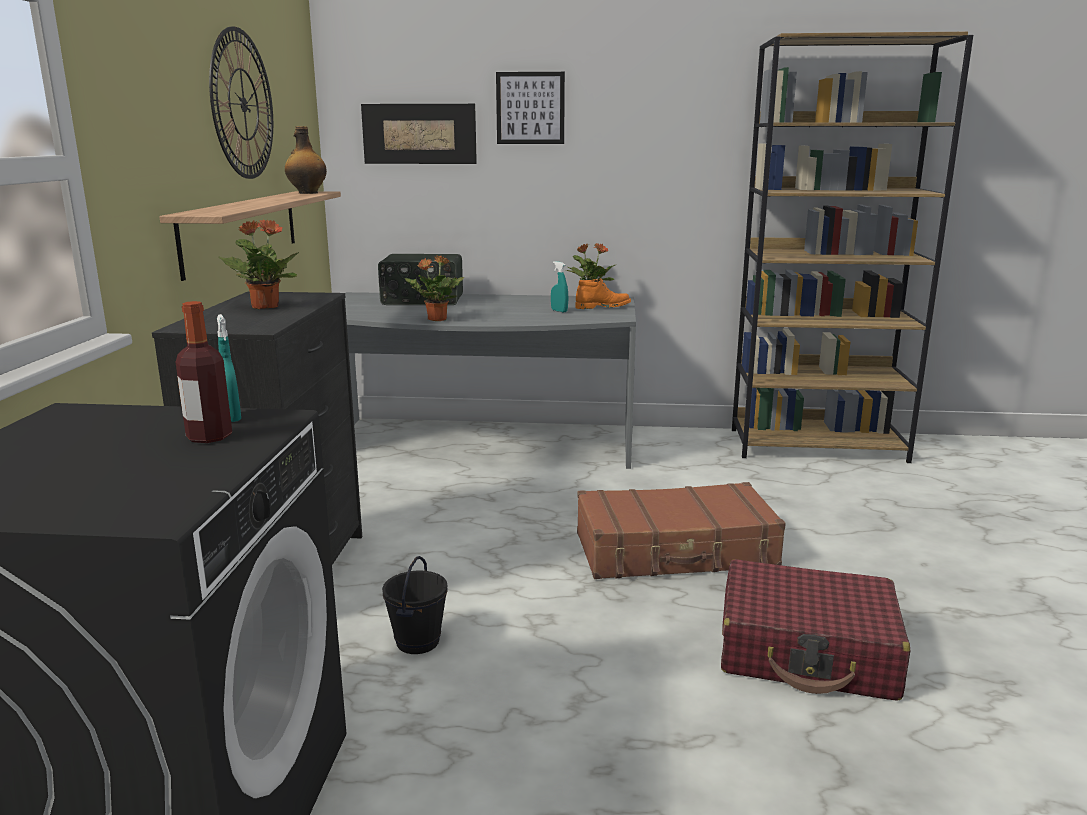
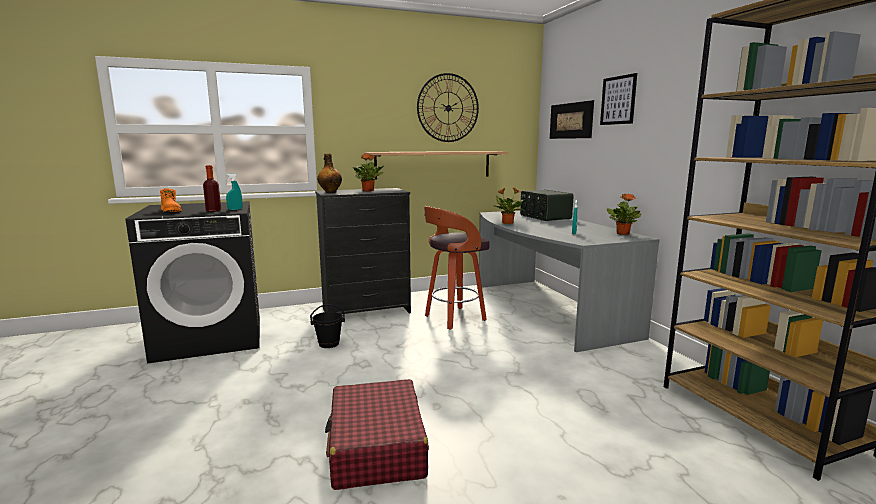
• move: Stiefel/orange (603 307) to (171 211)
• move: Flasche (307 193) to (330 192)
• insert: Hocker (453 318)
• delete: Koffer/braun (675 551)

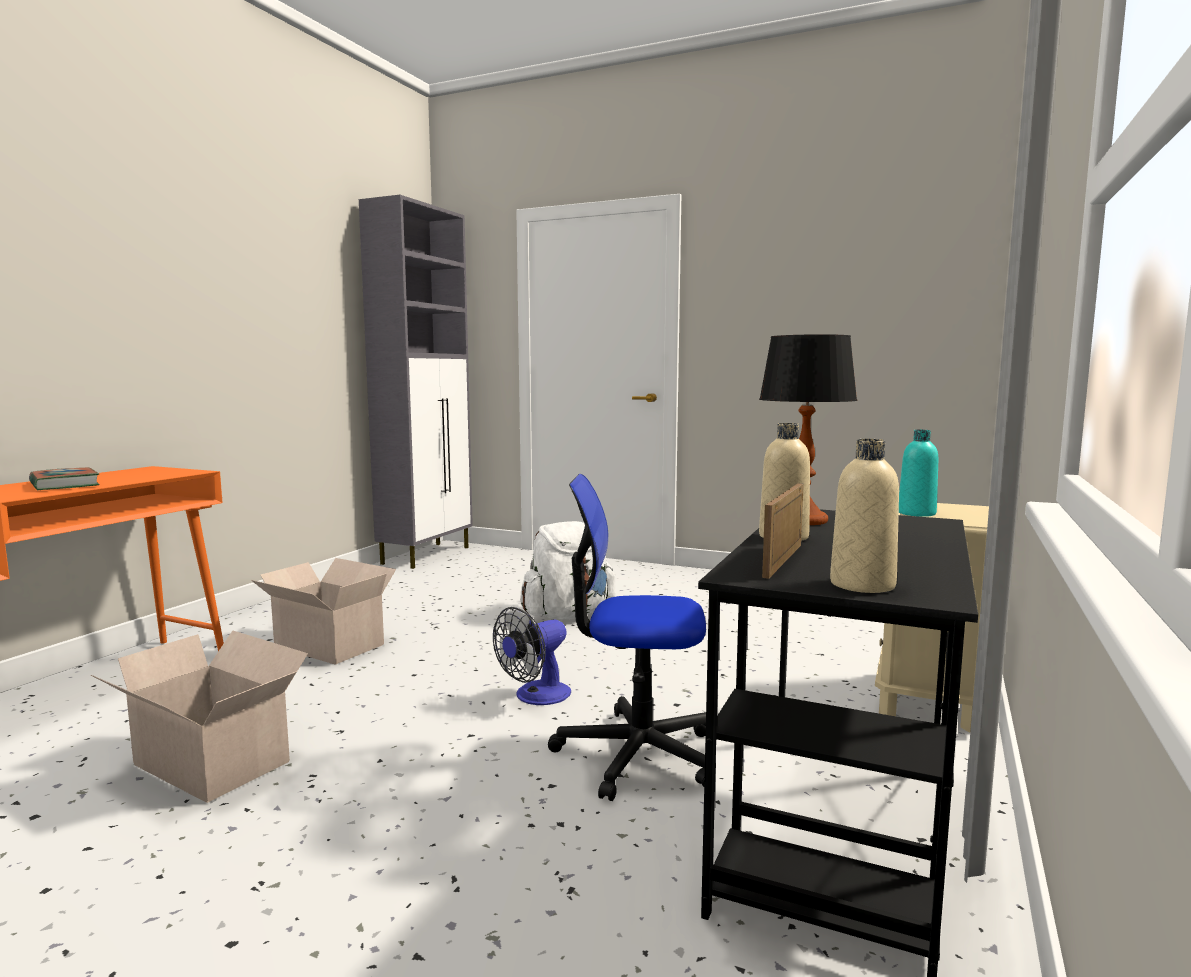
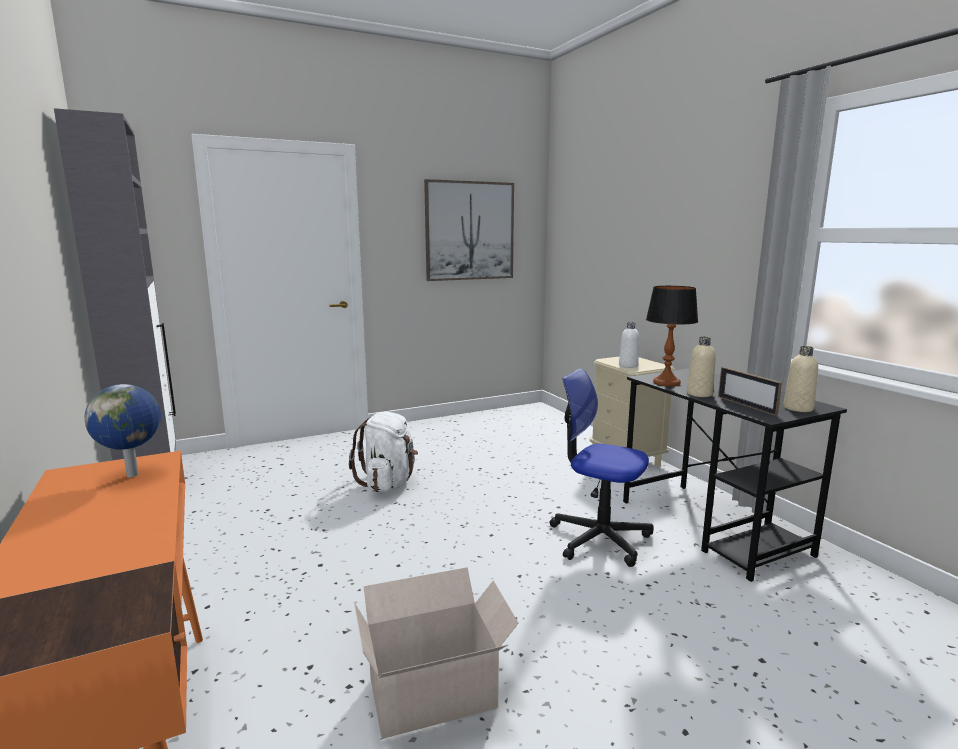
• insert: Globus (134 474)
• insert: Bild (469 231)
• rotate: Bürostuhl (636 754) = (599 538) 75 degrees clockwise
• recolor: Flasche/türkis (916 513) to Flasche/weiß (628 366)
• delete: Buch (64 484)
• delete: Karton (327 645)
• delete: Ventilator (535 696)

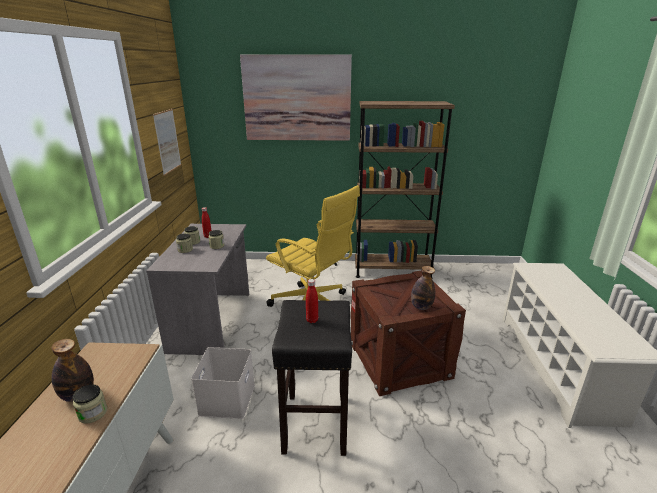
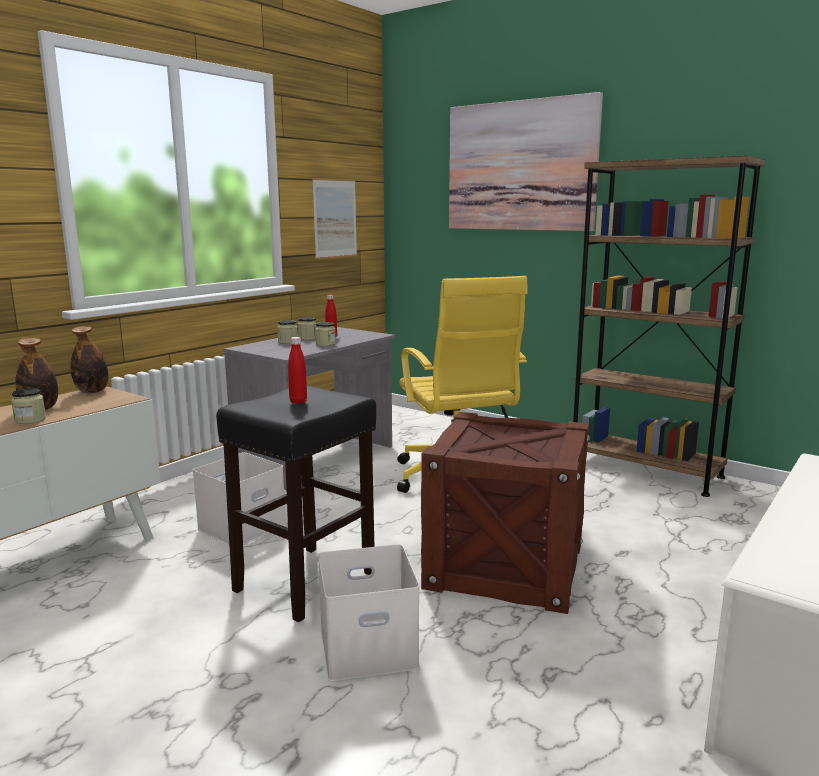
• move: Flasche (421 307) to (92 391)
• insert: Aufbewahrungsbox/weiß (369 646)

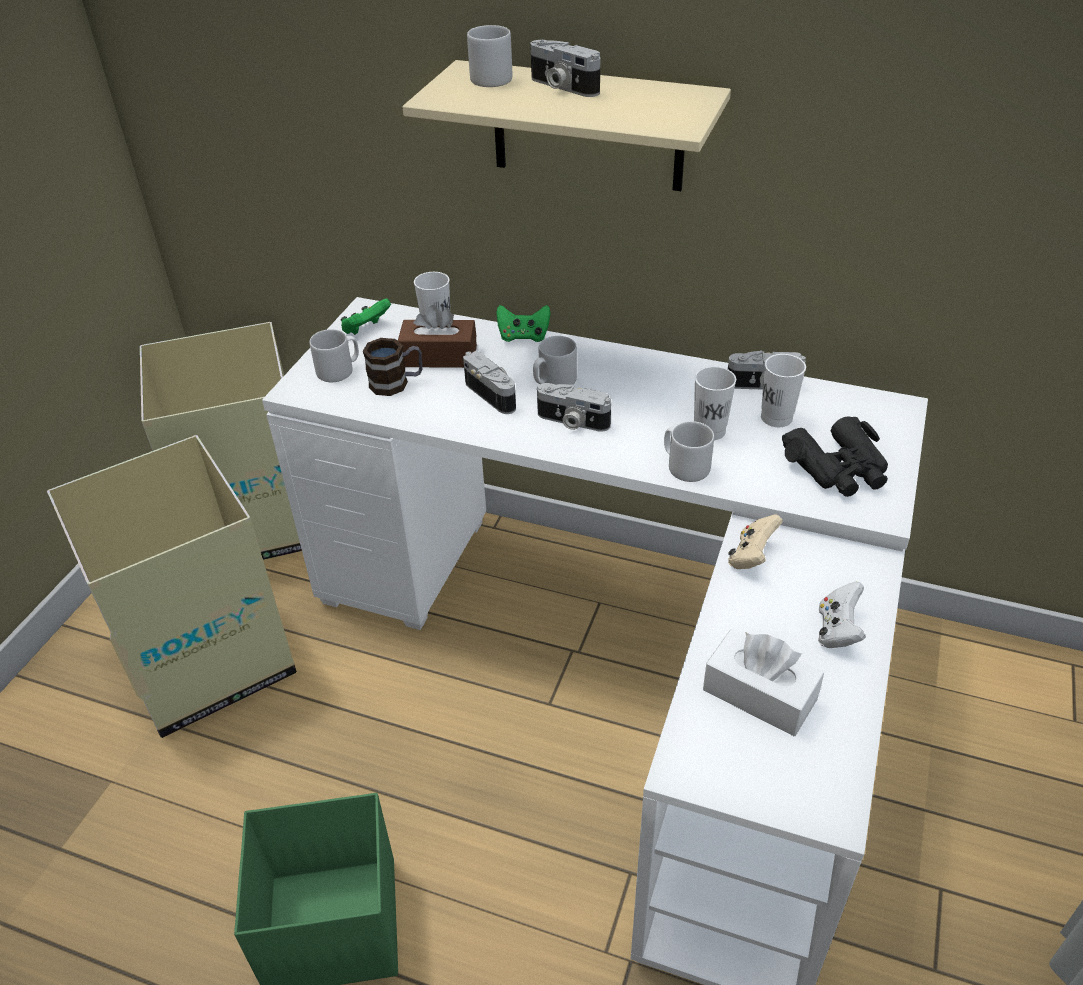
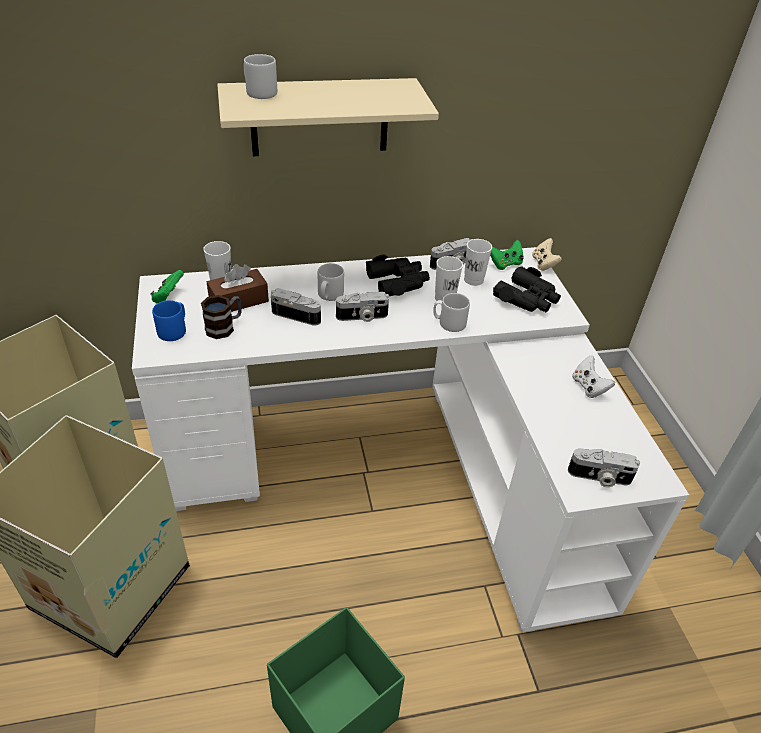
• recolor: Henkelbecher/grau (339 370) to Henkelbecher/blau (174 330)
• insert: Fernglas/schwarz (398 282)
• move: Gamepad/grün (523 336) to (505 264)
• move: Gamepad/beige (751 557) to (543 264)
• move: Kamera (562 87) to (599 477)
• delete: Taschentuchbox/weiß (759 695)

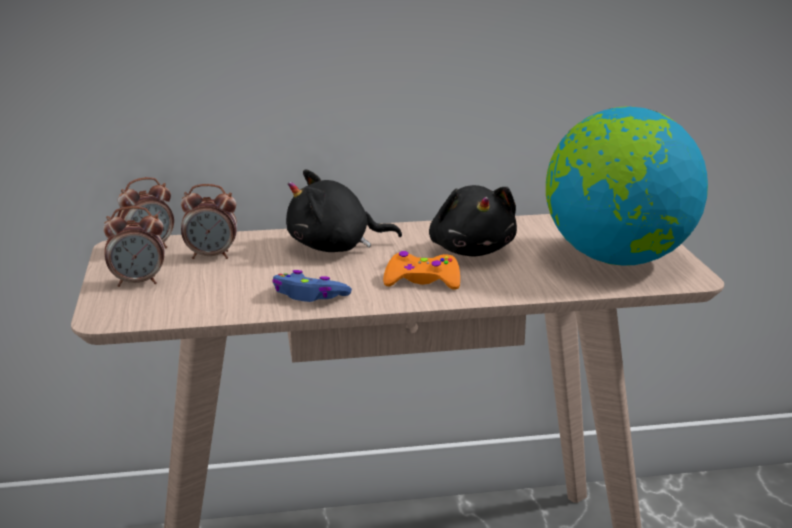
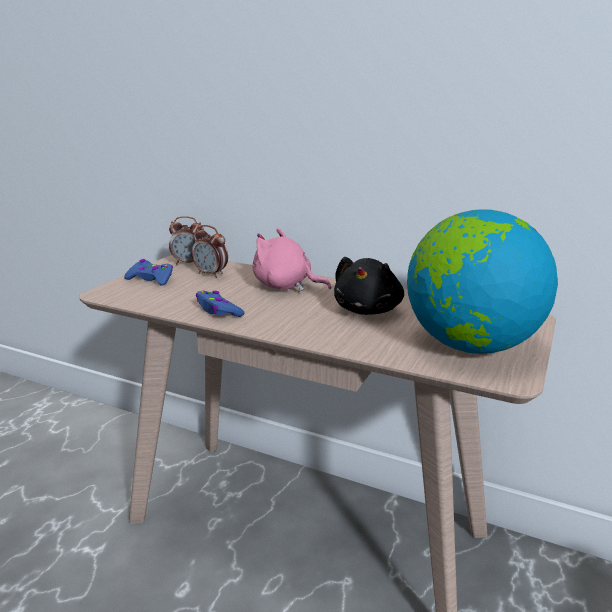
• replace: Wecker (138 282) to Gamepad/blau (151 279)
• recolor: Plüschtier/schwarz (335 247) to Plüschtier/rosa (285 286)
• delete: Gamepad/orange (422 281)

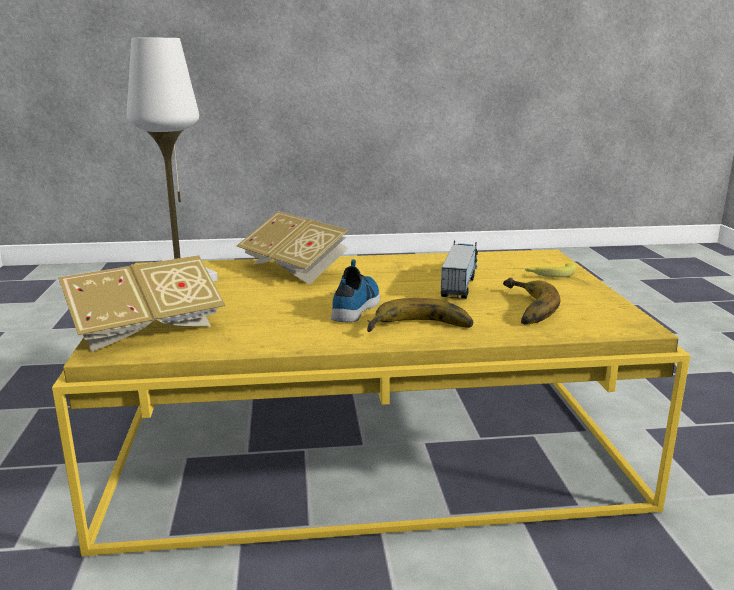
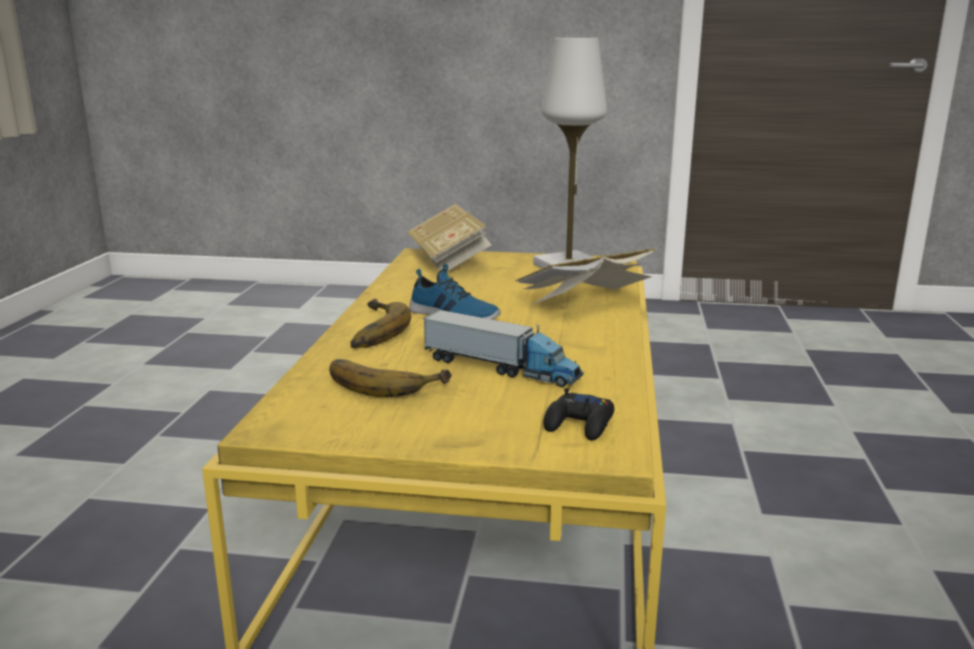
• insert: Gamepad/schwarz (580 424)
• delete: Banane (549 274)

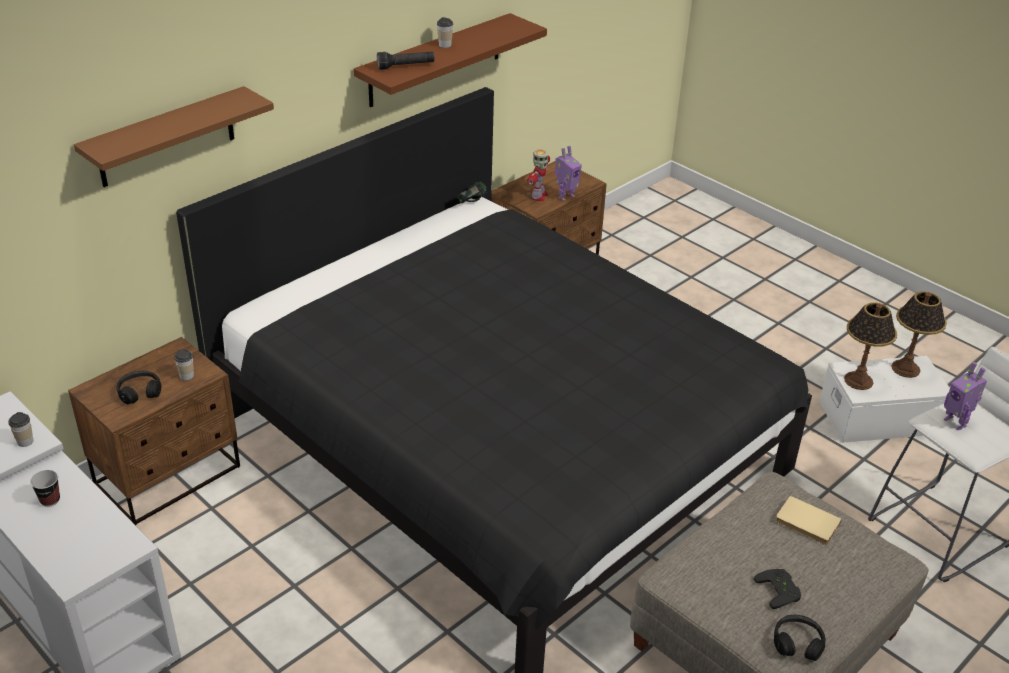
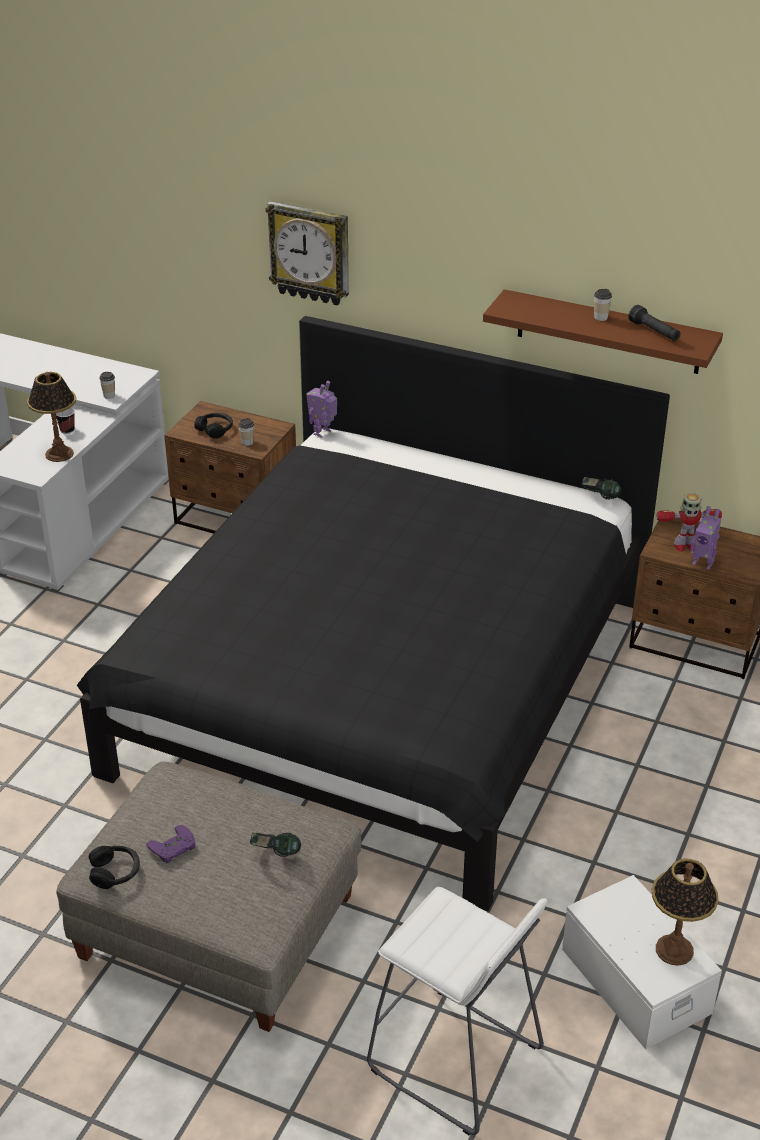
• move: Tischlampe (858 381) to (59 454)
• recolor: Gamepad/schwarz (780 590) to Gamepad/lila (174 848)
• replace: Buch/beige (806 523) to Kopfhörer (275 854)
• replace: Wandregal/braun (166 137) to Wanduhr (310 253)
• move: Spielzeugroboter (955 422) to (323 433)
• move: Taschenlampe/schwarz (406 66) to (654 332)

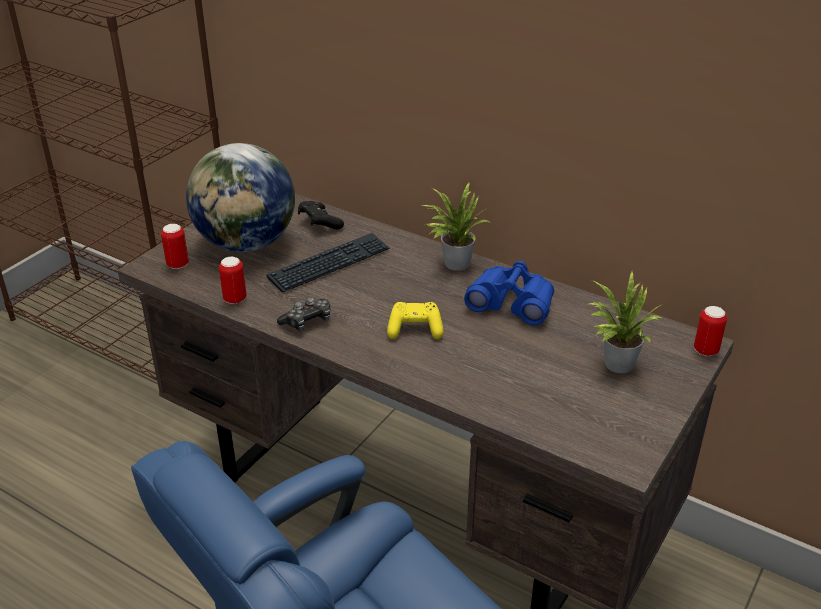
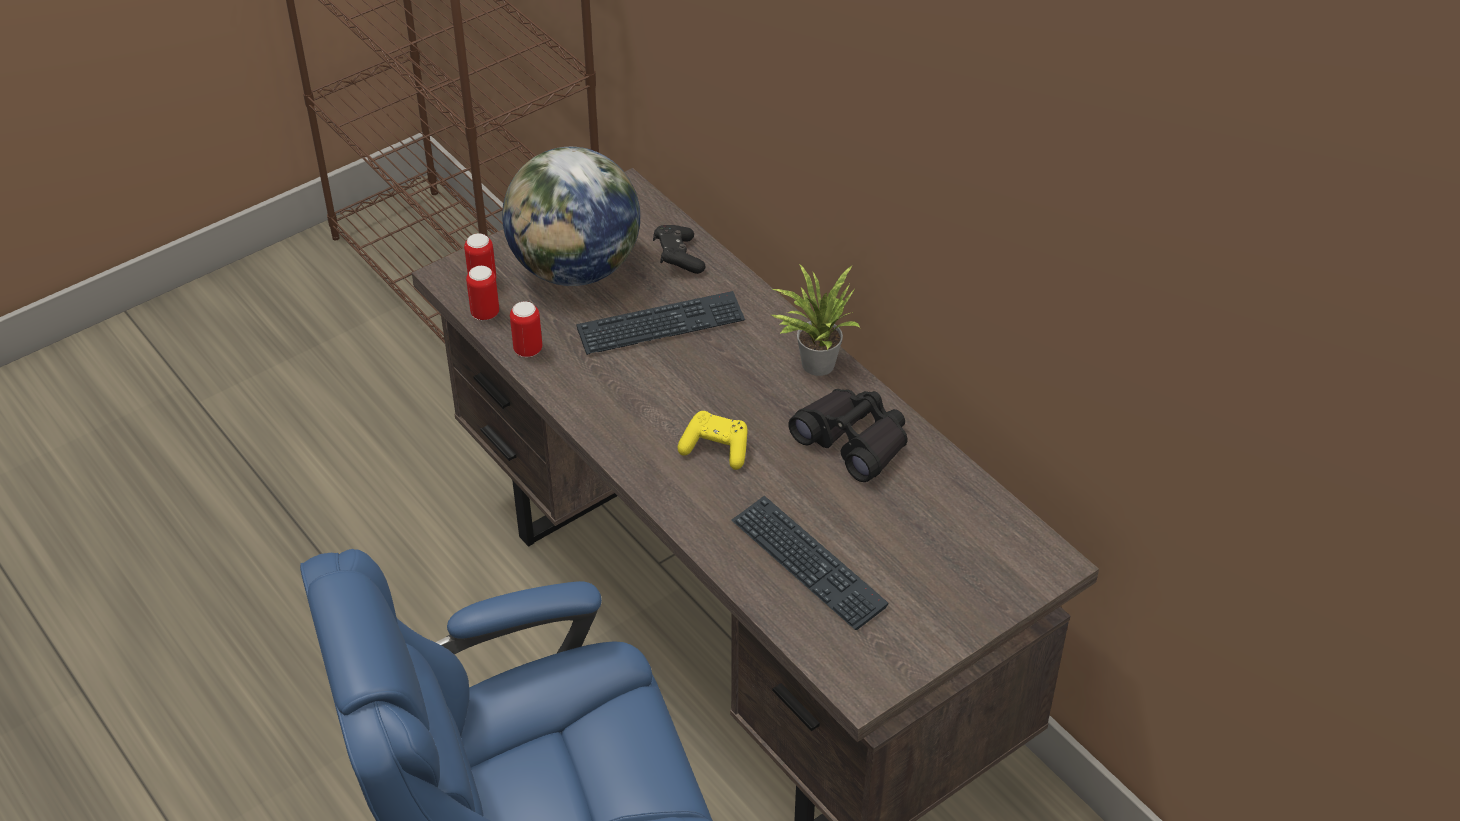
• move: Dose (705 350) to (485 313)
• insert: Tastatur (808 564)
• recolor: Fernglas/blau (512 303) to Fernglas/schwarz (853 441)
• delete: Gamepad (307 321)
• delete: Topfpflanze (615 363)

